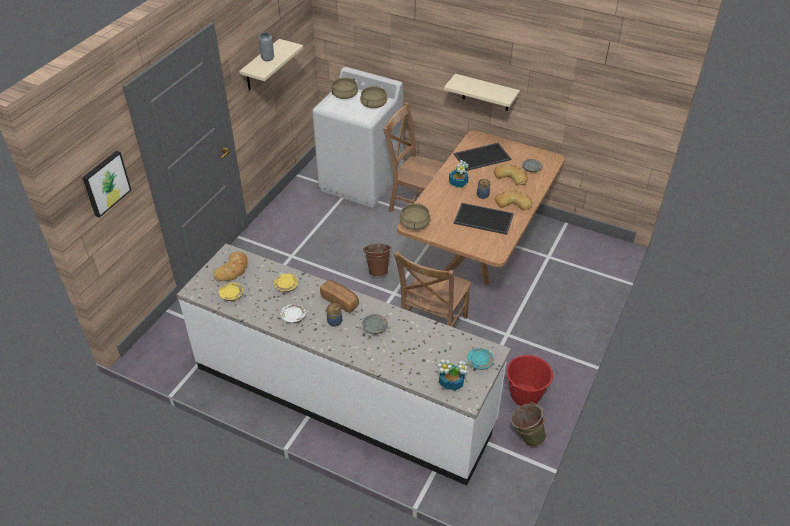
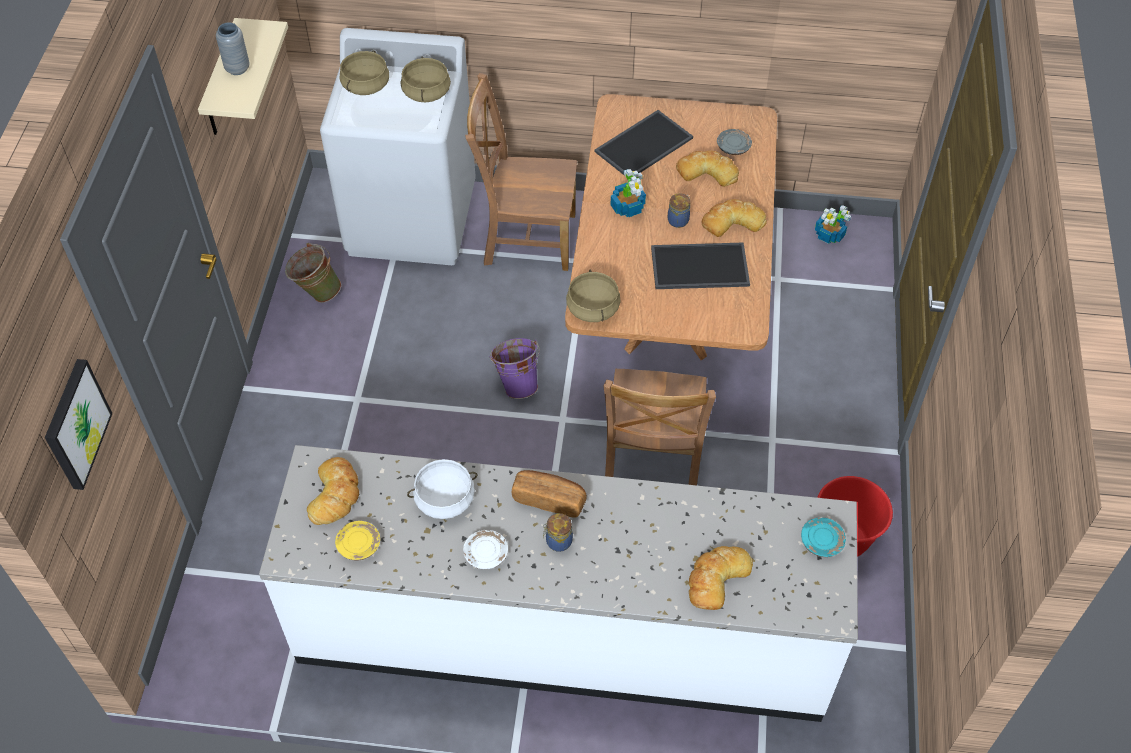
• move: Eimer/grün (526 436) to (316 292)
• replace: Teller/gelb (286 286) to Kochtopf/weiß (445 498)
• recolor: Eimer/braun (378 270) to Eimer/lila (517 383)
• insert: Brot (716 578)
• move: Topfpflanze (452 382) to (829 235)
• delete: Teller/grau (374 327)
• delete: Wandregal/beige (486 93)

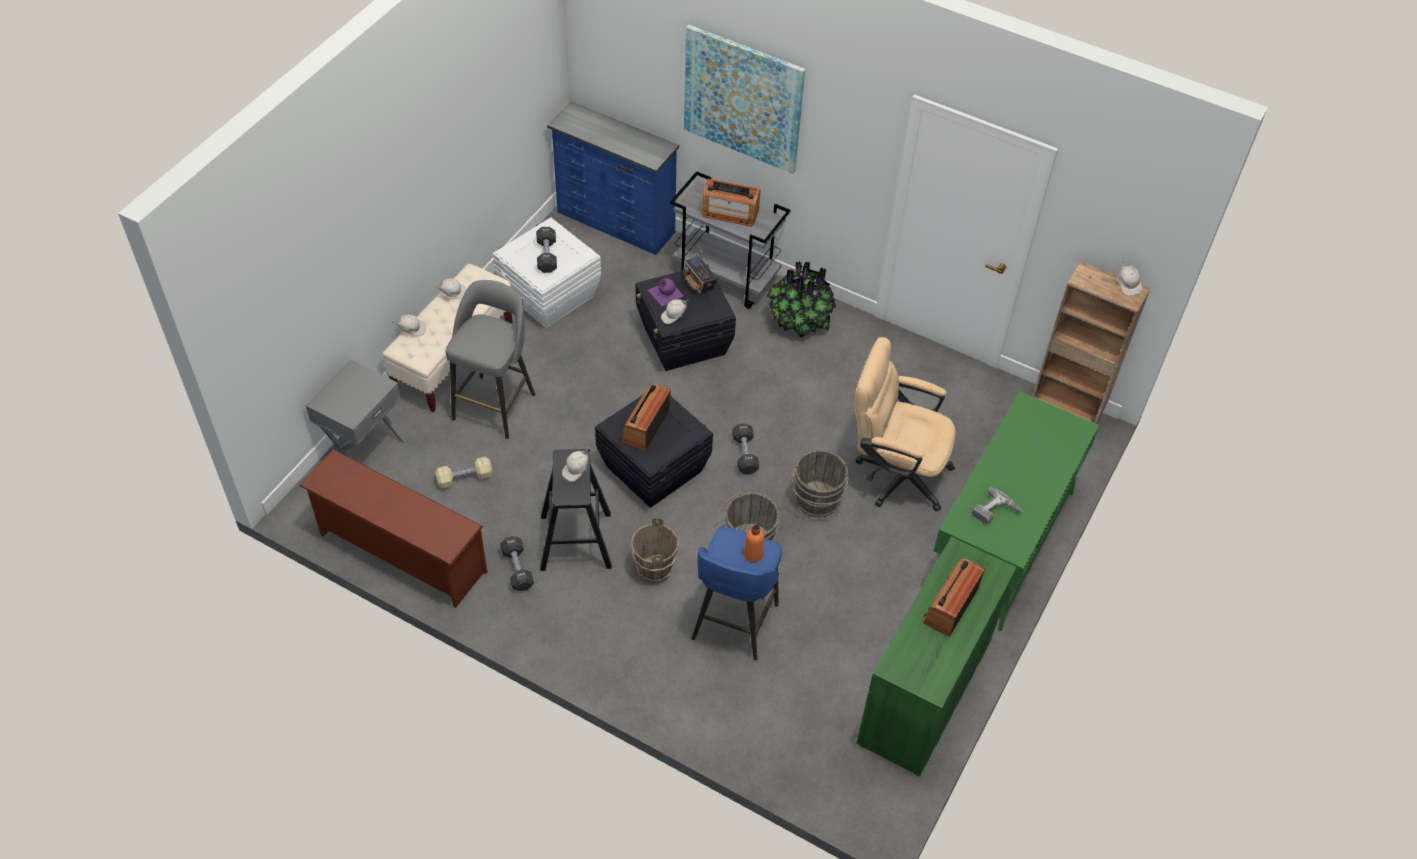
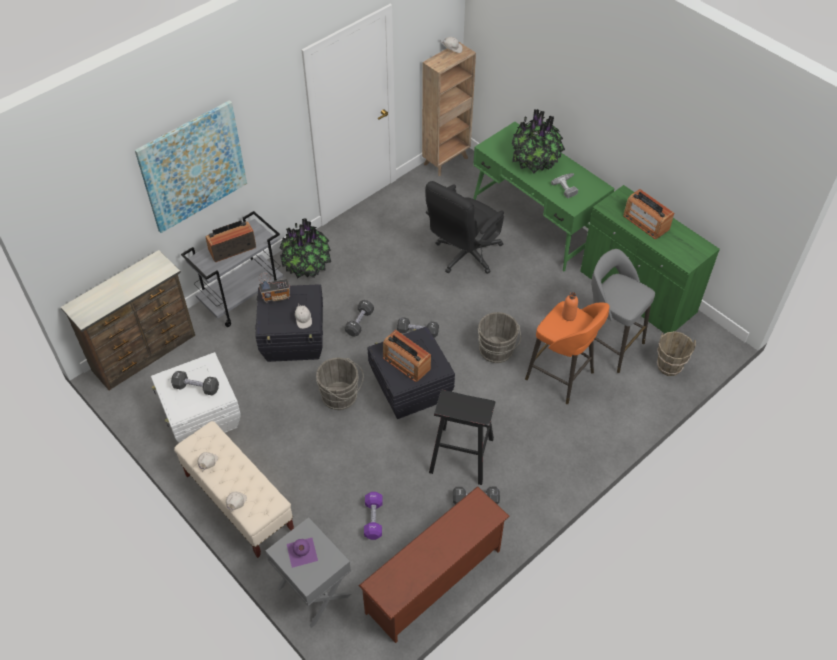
• recolor: Kommode/blau (615 223) to Kommode/braun (145 353)
• rotate: Radio (730 213) = (232 248) 150 degrees counterclockwise
• move: Flasche/lila (665 293) to (301 553)
• move: Eimer/grau (816 502) to (341 397)
• insert: Hantel/schwarz (359 322)
• recolor: Hantel/beige (464 478) to Hantel/lila (373 519)
• recolor: Bürostuhl/beige (894 473) to Bürostuhl/schwarz (463 256)
• insert: Topfpflanze (535 163)
• recolor: Hocker/blau (733 624) to Hocker/orange (561 377)
• move: Hocker/grau (495 405) to (609 344)
• move: Eimer/braun (654 570) to (669 367)
• delete: Kappe/weiß (576 470)

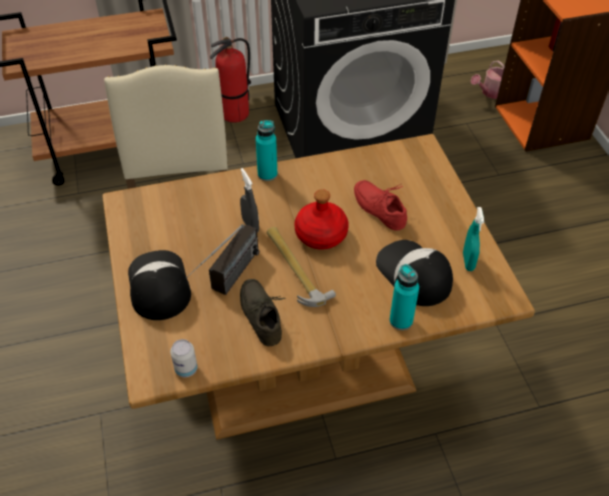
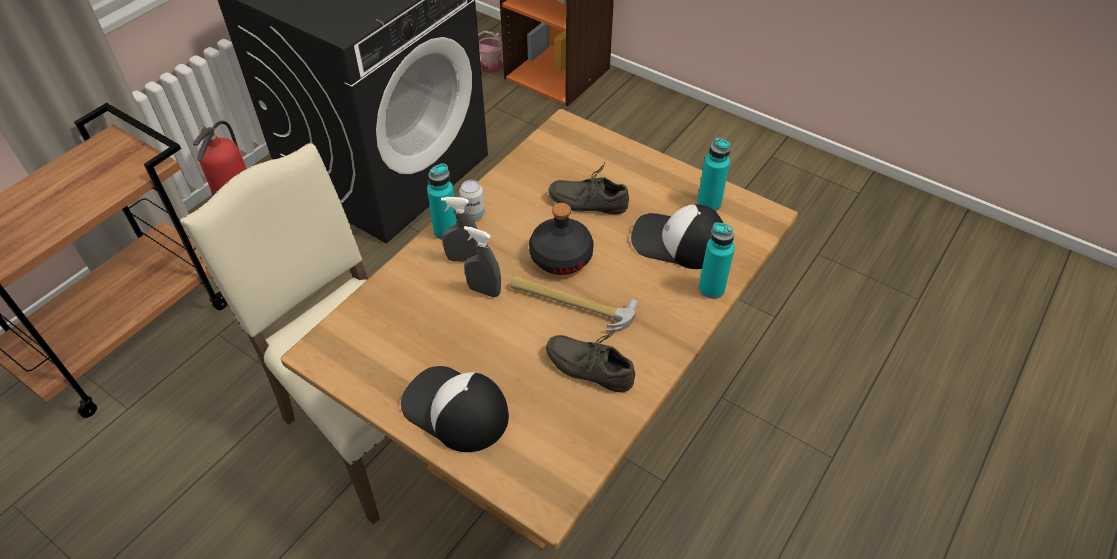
• insert: Sprühflasche/grau (463 259)
• move: Dose (186 369) to (473 215)
• recolor: Flasche/rot (321 234) to Flasche/schwarz (561 256)
• recolor: Schuh/rot (381 208) to Schuh/grau (588 201)
• replace: Sprühflasche/türkis (468 261) to Flasche/türkis (709 203)
• delete: Radio (228 282)

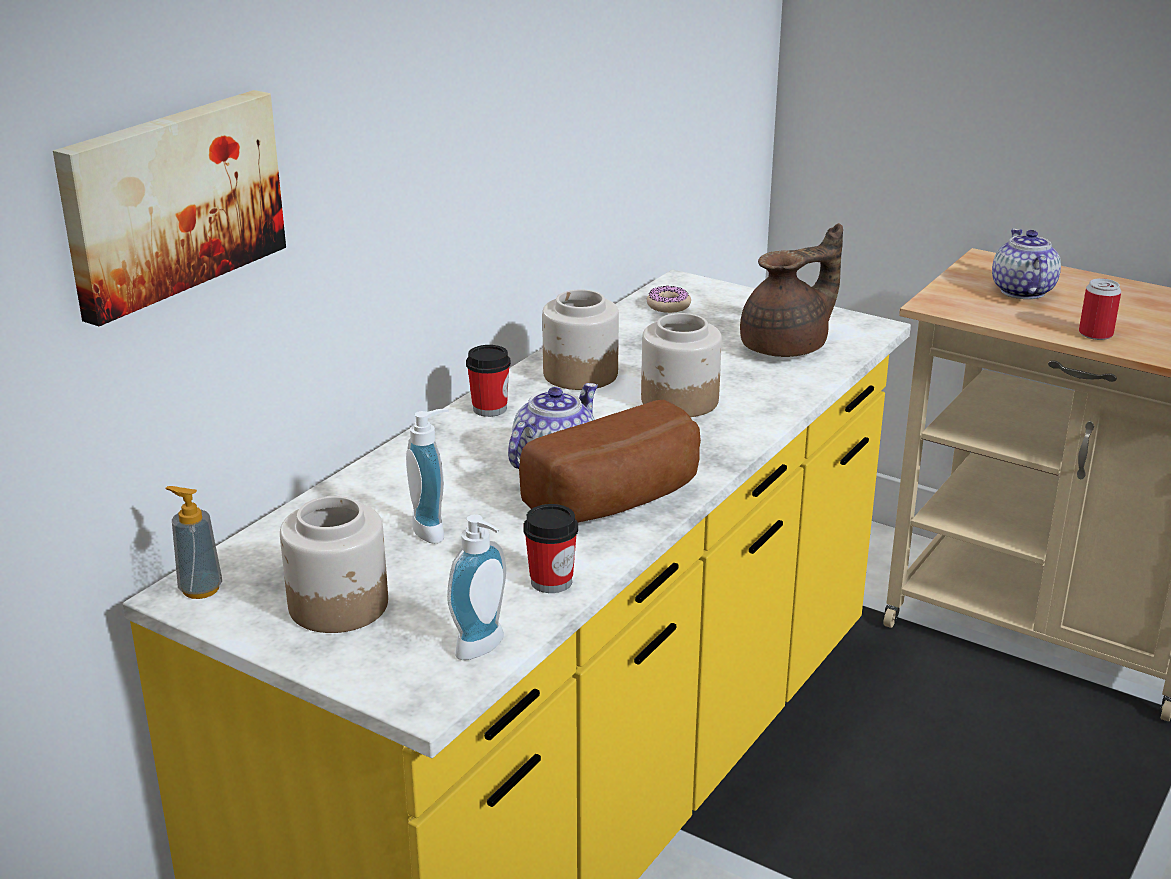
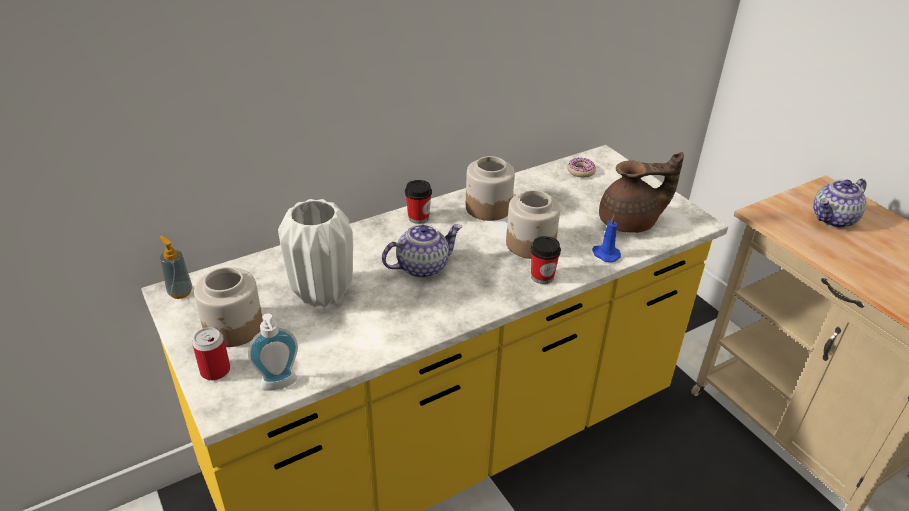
• move: Dose (1095 334) to (215 370)
• replace: Seifenspender (434 529) to Vase/weiß (321 293)
• move: Tasse (551 581) to (542 277)
• insert: Kerze/blau (605 254)
• rotate: Teekanne (1021 291) = (833 219) 150 degrees counterclockwise
• delete: Bild (171 201)
• delete: Brot (620 501)

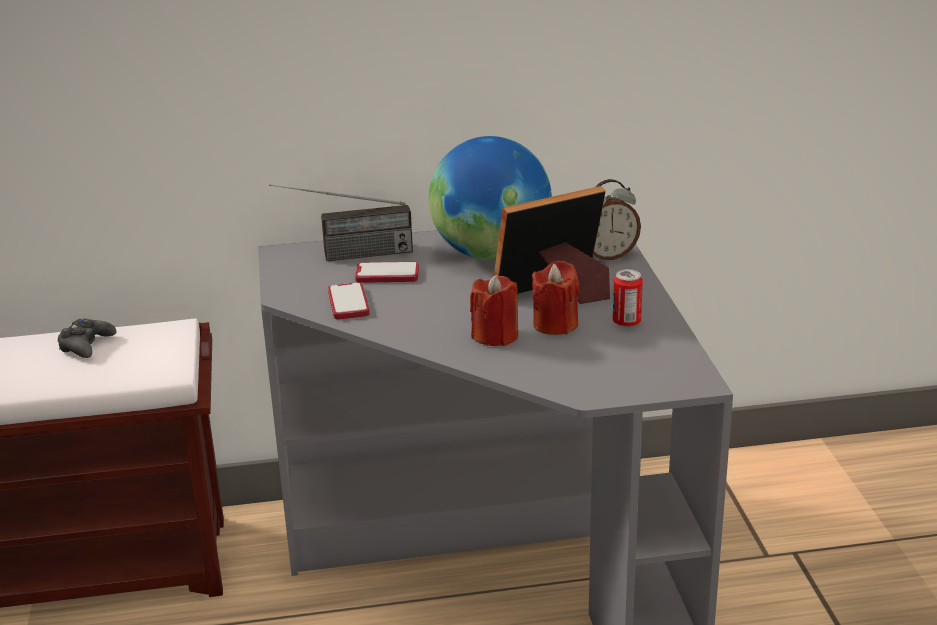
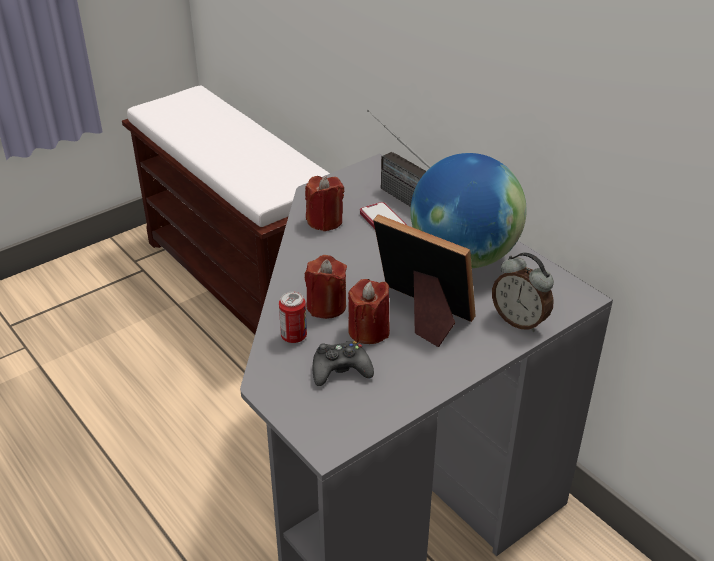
• move: Dose (626 322) to (294 336)
• replace: Handy (348 303) to Kerze/rot (325 221)
• move: Gamepad/schwarz (86 345) to (340 370)

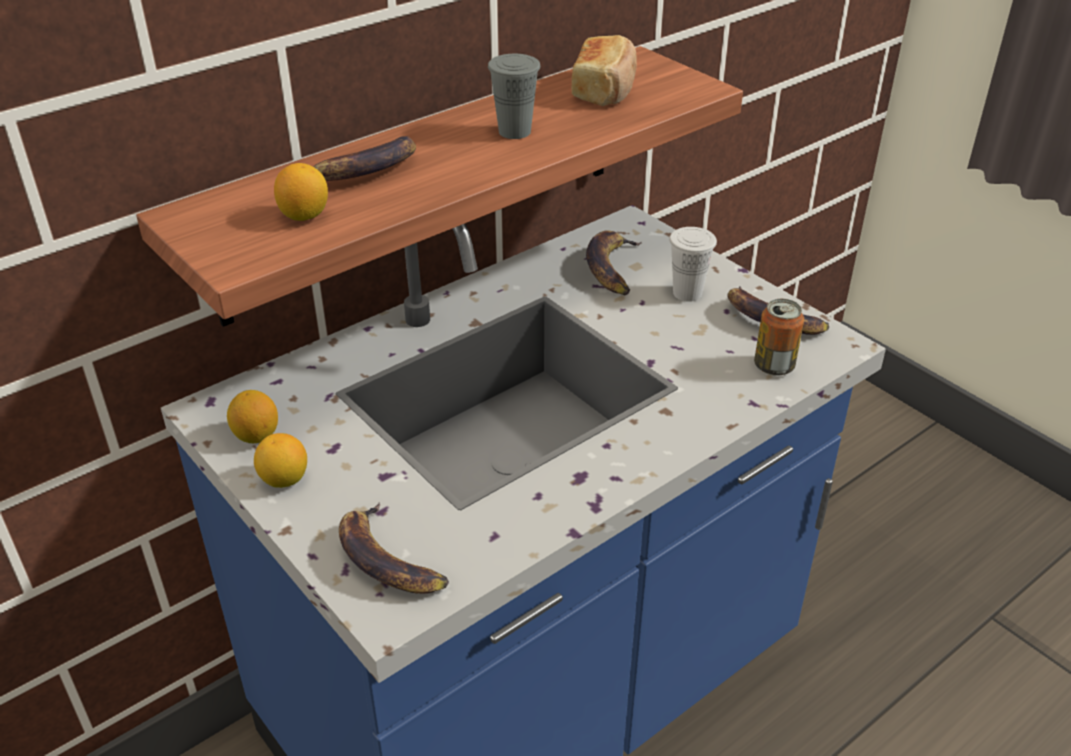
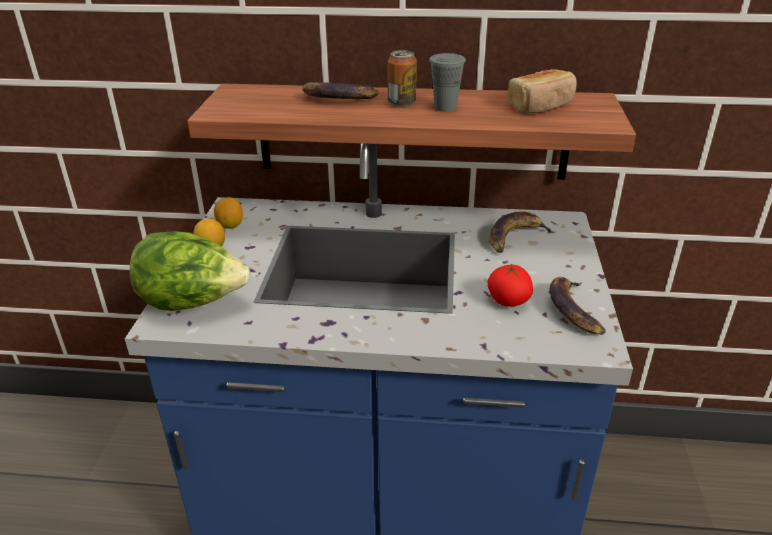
• replace: Banane (387 559) to Salatkopf (193 303)
• move: Dose (774 366) to (401 102)
• insert: Tomate (508 301)
• delete: Zitrone (304 215)
• delete: Tasse/weiß (687 293)

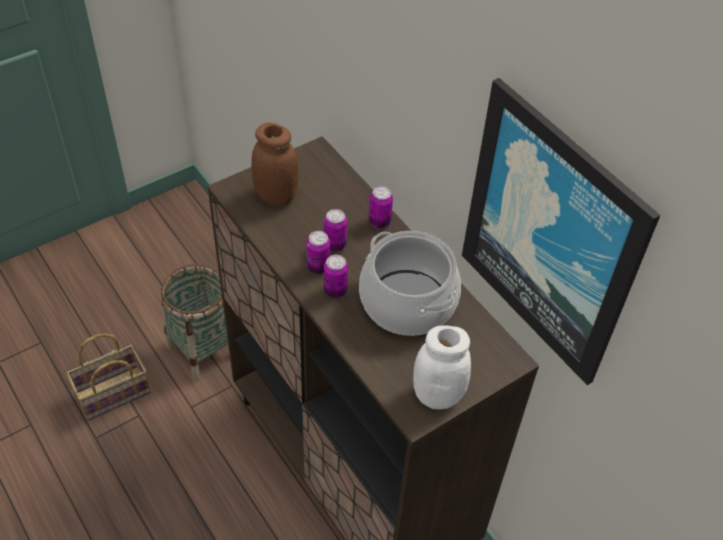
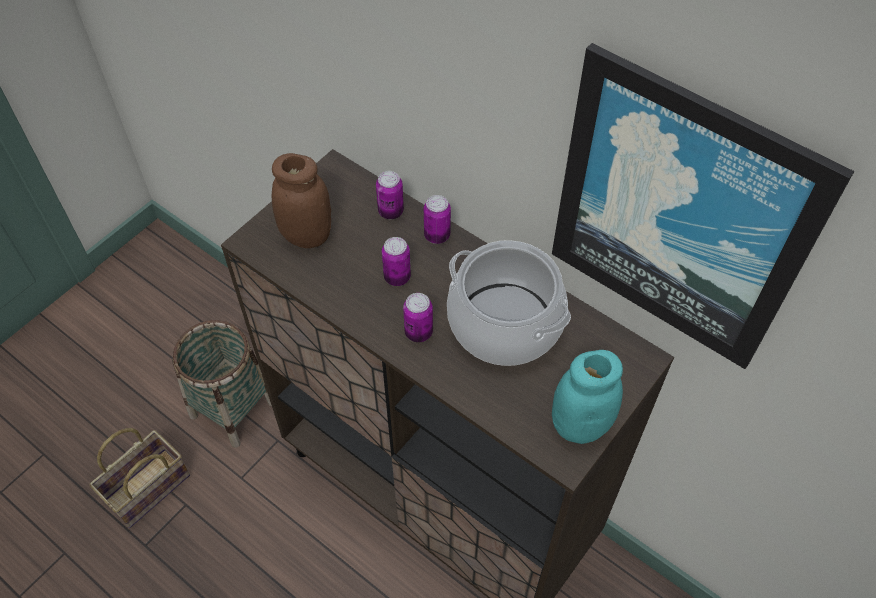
• move: Dose (318 267) to (390 211)
• recolor: Vorratsglas/weiß (437 395) to Vorratsglas/türkis (579 425)

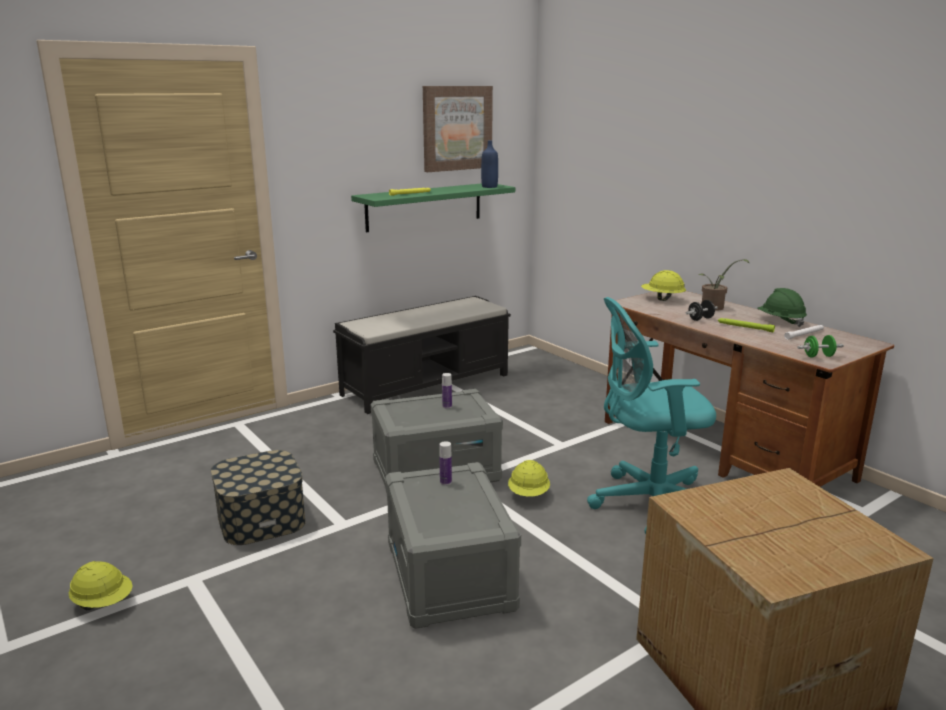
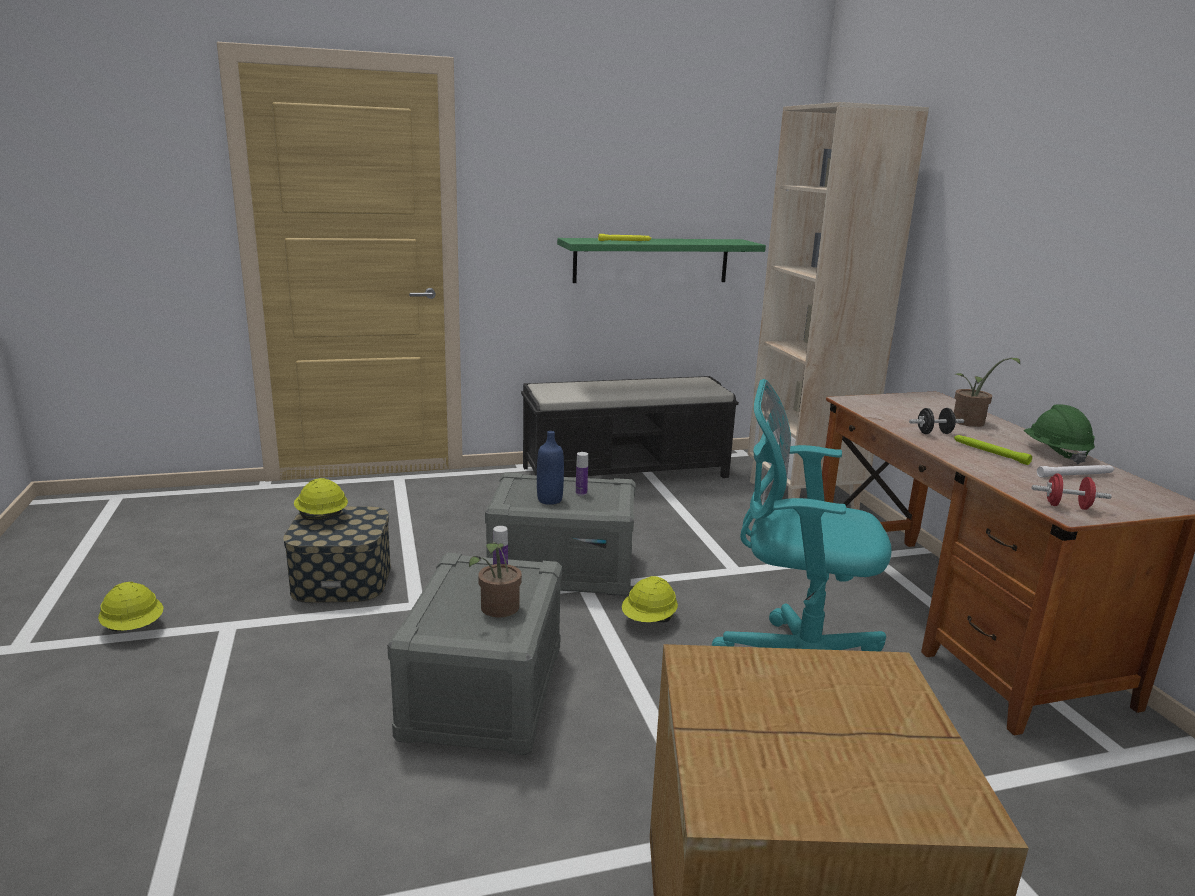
• move: Schutzhelm/gelb (662 299) to (321 517)
• insert: Topfpflanze (497 610)
• move: Flasche/blau (489 187) to (549 500)
• insert: Bücherregal/beige (803 495)
• recolor: Hantel/grün (818 356) to Hantel/rot (1067 506)
• delete: Bild (457 128)

